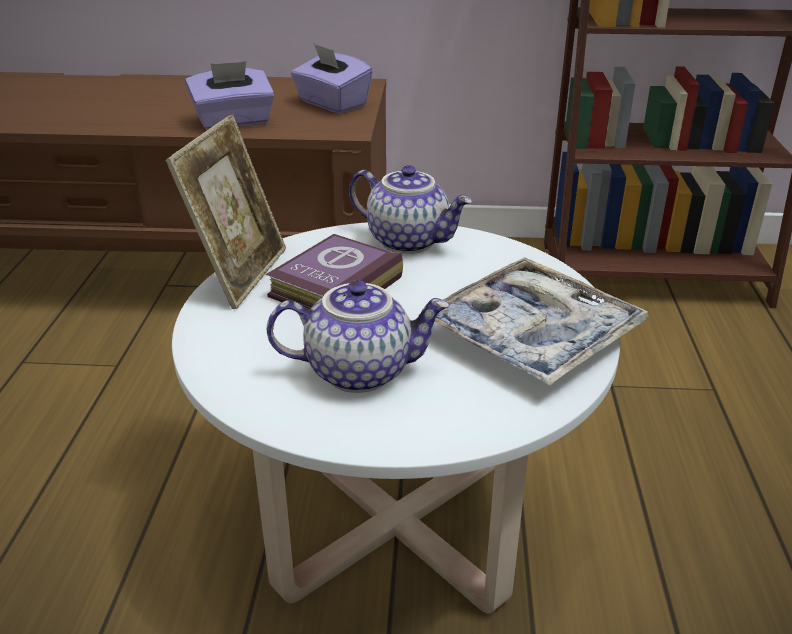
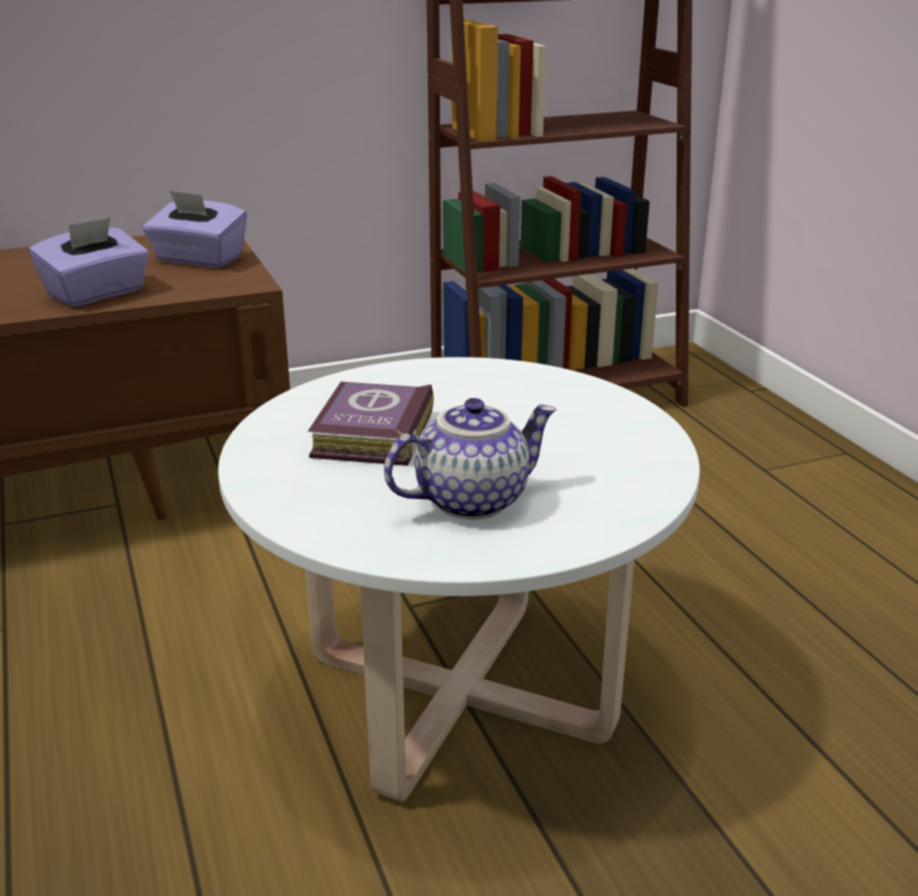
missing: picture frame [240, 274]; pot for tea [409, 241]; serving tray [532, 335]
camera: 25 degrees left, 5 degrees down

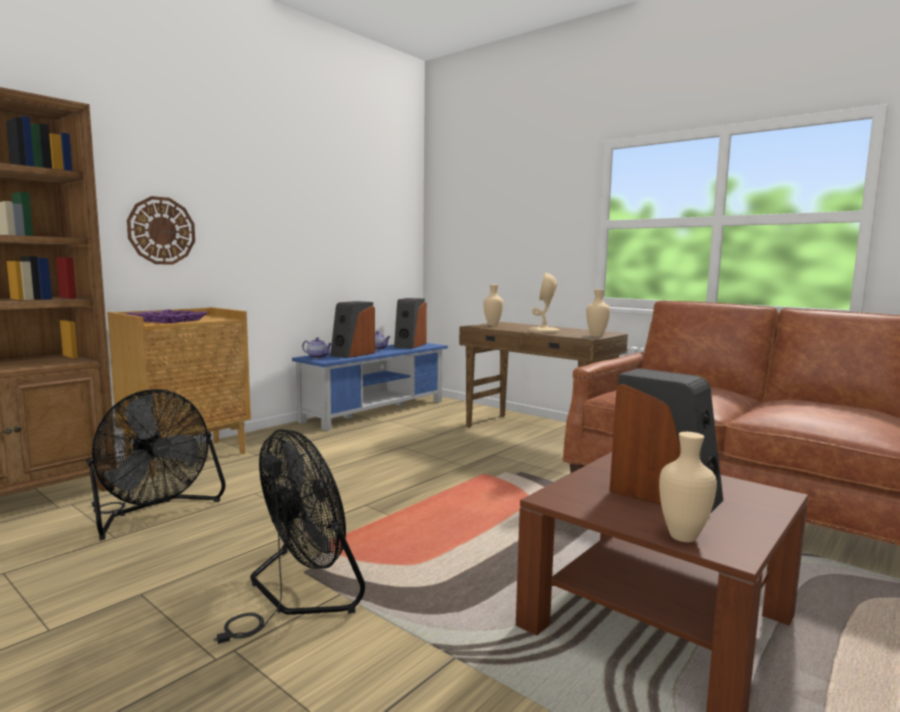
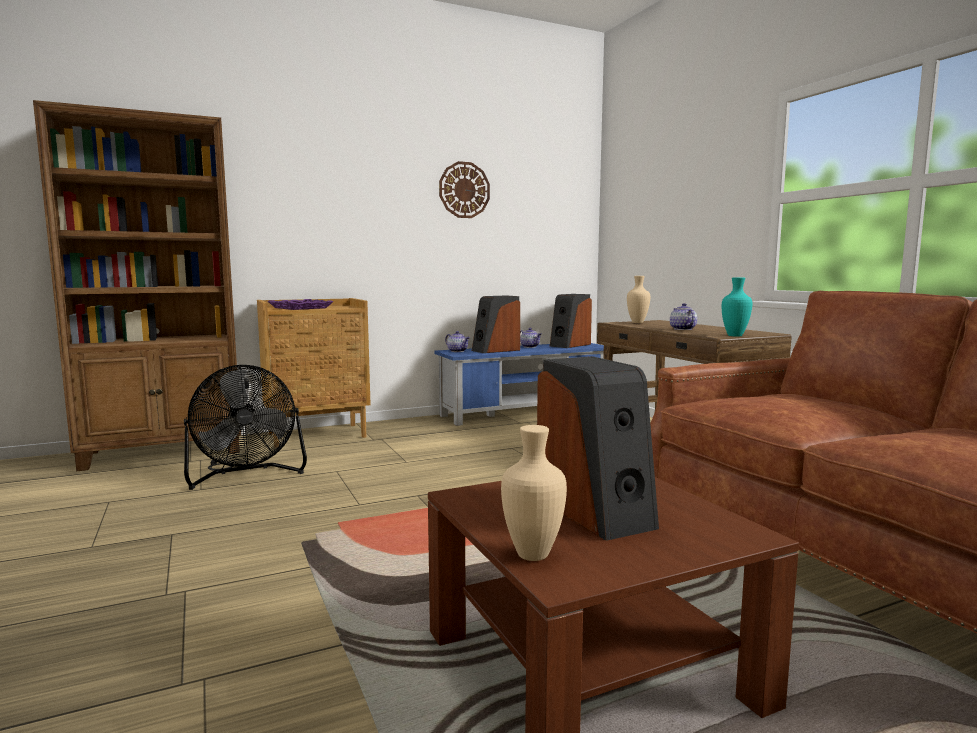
missing: black fan [290, 592]
relocated: hanging clock [161, 231] to [464, 190]
exchanged: beige-coloured tabletop lamp [544, 331] to pot for tea [682, 329]
colour: beige-coloured decorative vase [597, 336] to turquoise-coloured decorative vase [736, 336]
camera: 25 degrees right, 0 degrees up

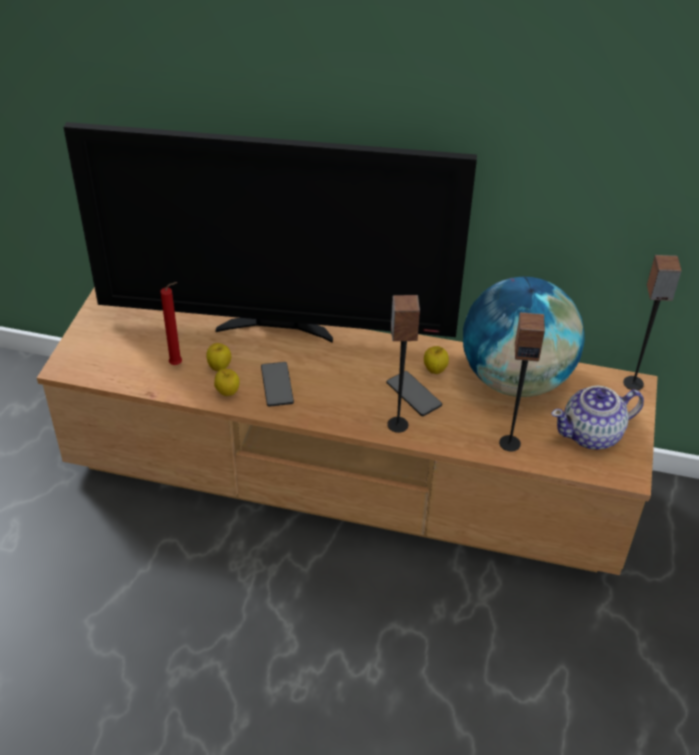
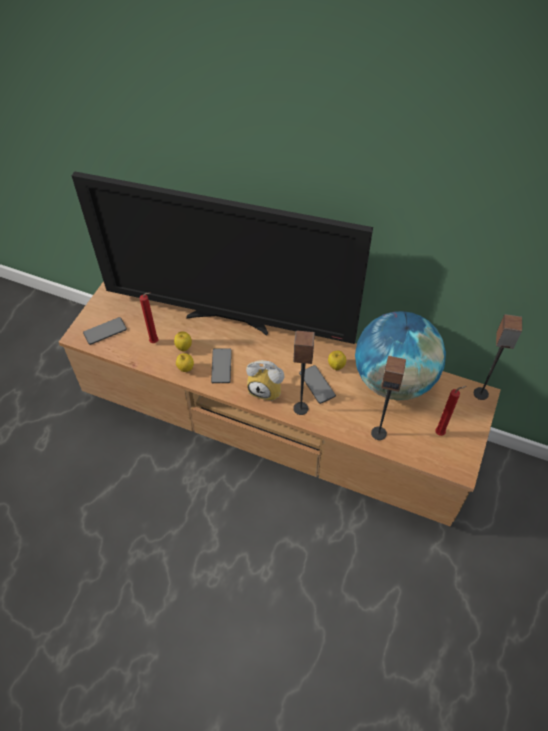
appeared: phone [105, 331]; table clock [267, 389]
exchanged: pot for tea [592, 434] to reddish candle [441, 433]
camera: 10 degrees right, 10 degrees up

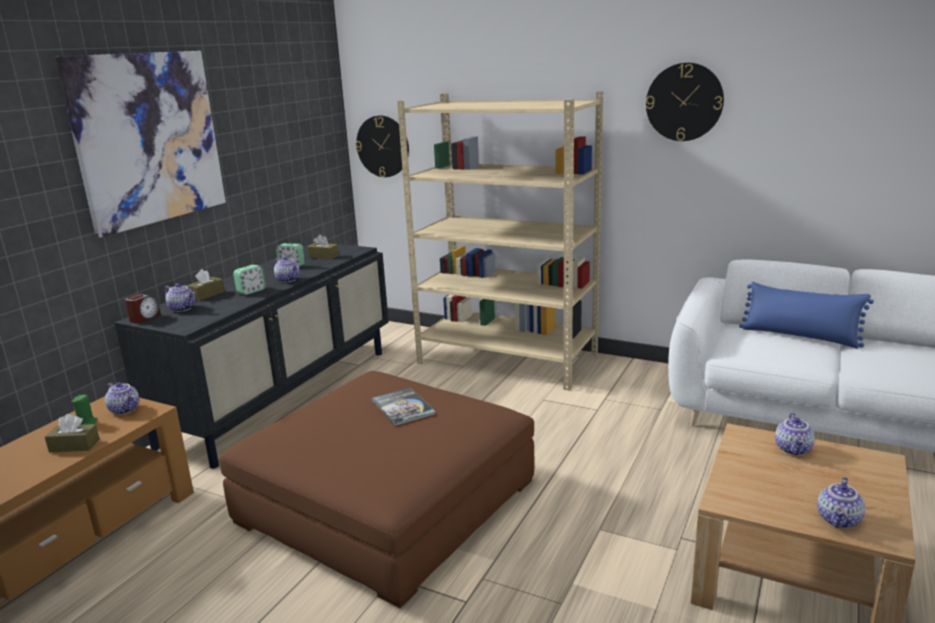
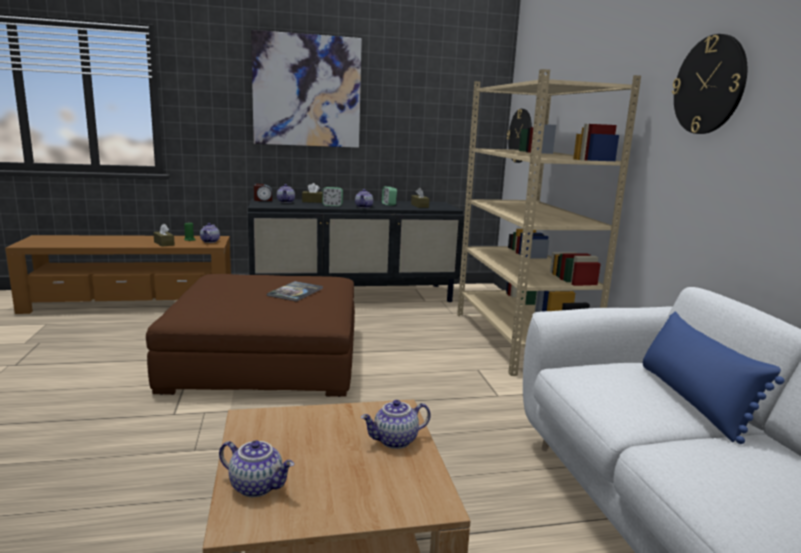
spun: pot for tea [839, 520] = [257, 486] 150 degrees counterclockwise
camera: 50 degrees right, 5 degrees down

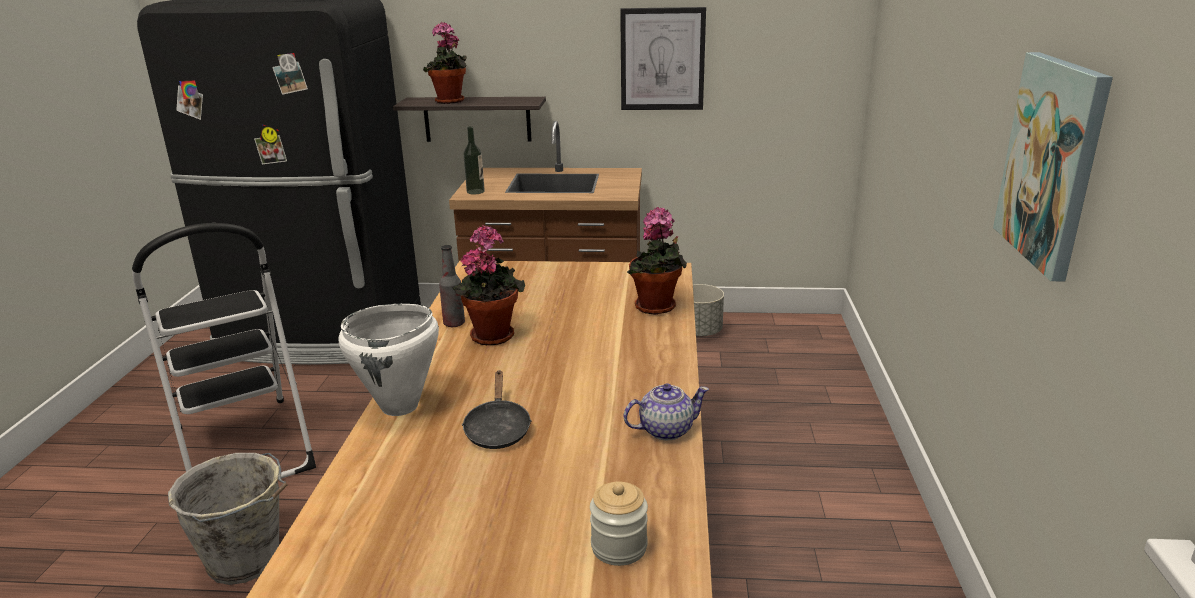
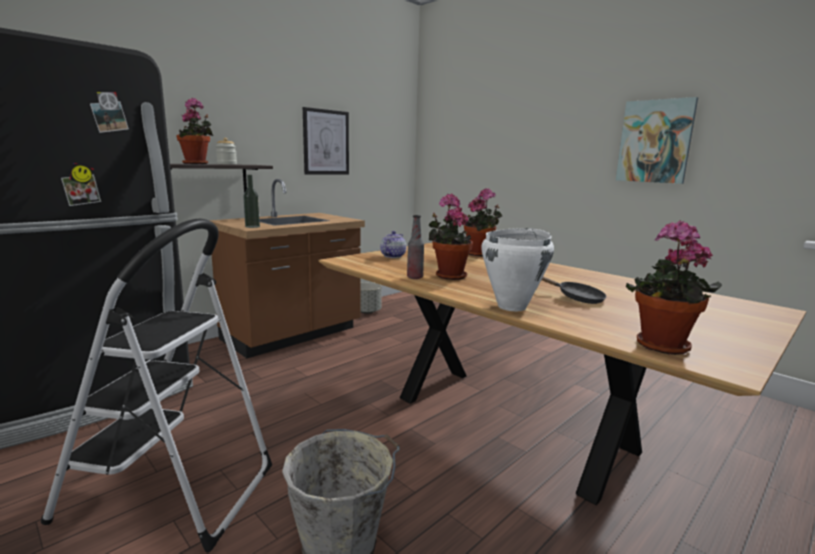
appeared: potted plant [661, 347]
relocated: preserve jar [619, 547] to [227, 164]; pot for tea [665, 430] to [392, 256]
camera: 50 degrees left, 10 degrees down

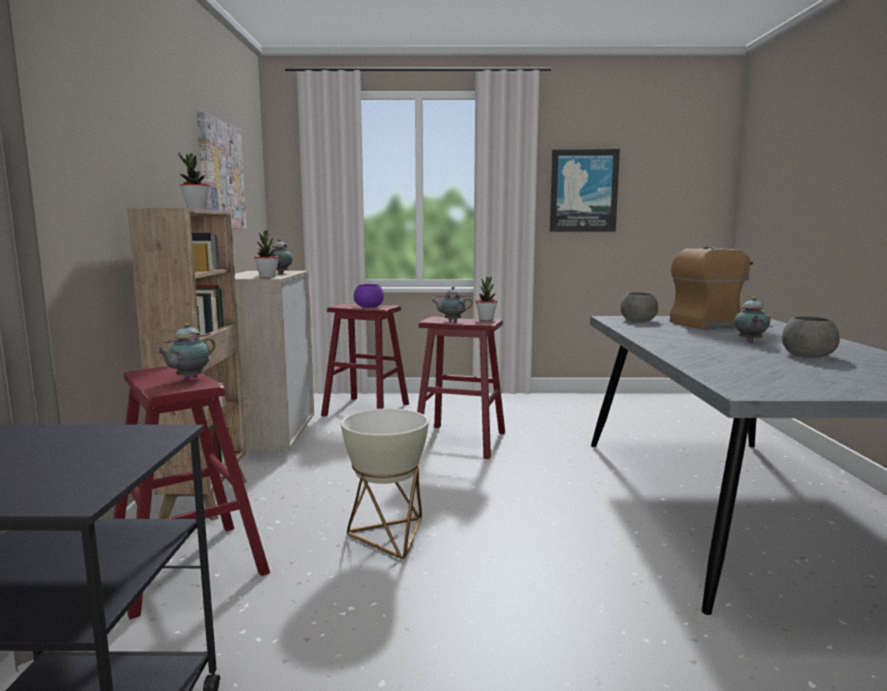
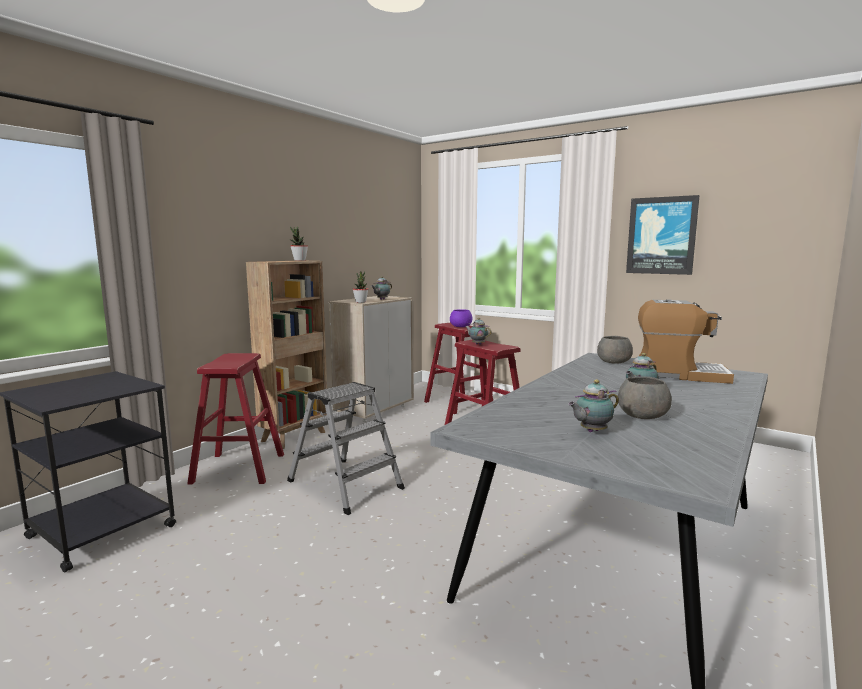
missing: wall picture [220, 175]; potted plant [486, 319]
relocated: pot for tea [189, 379] to [591, 431]
exchanged: plant pot [387, 536] to gray stepladder [344, 484]
camera: 35 degrees right, 0 degrees up

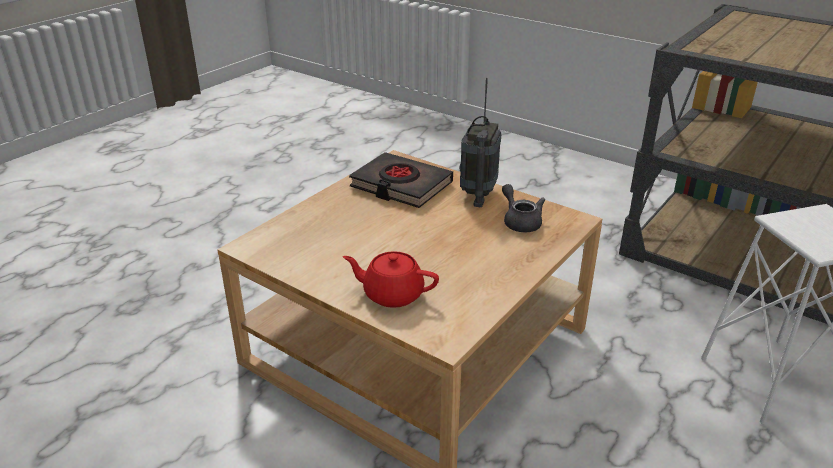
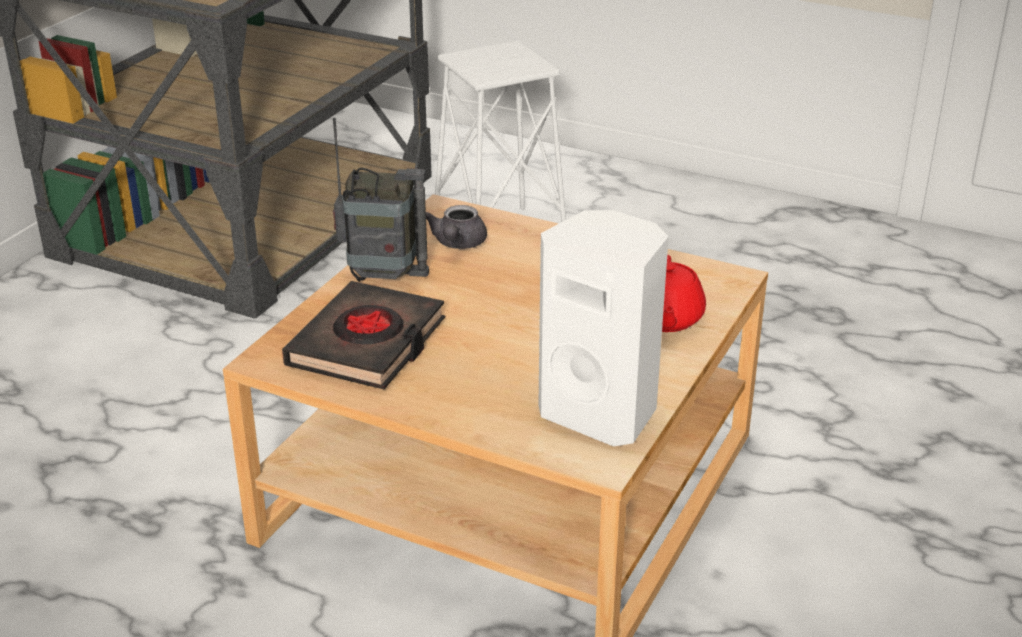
appeared: white-coloured audio speaker [601, 413]
spun: gray pot for tea [520, 221] = [457, 244] 45 degrees counterclockwise
camera: 100 degrees left, 0 degrees up

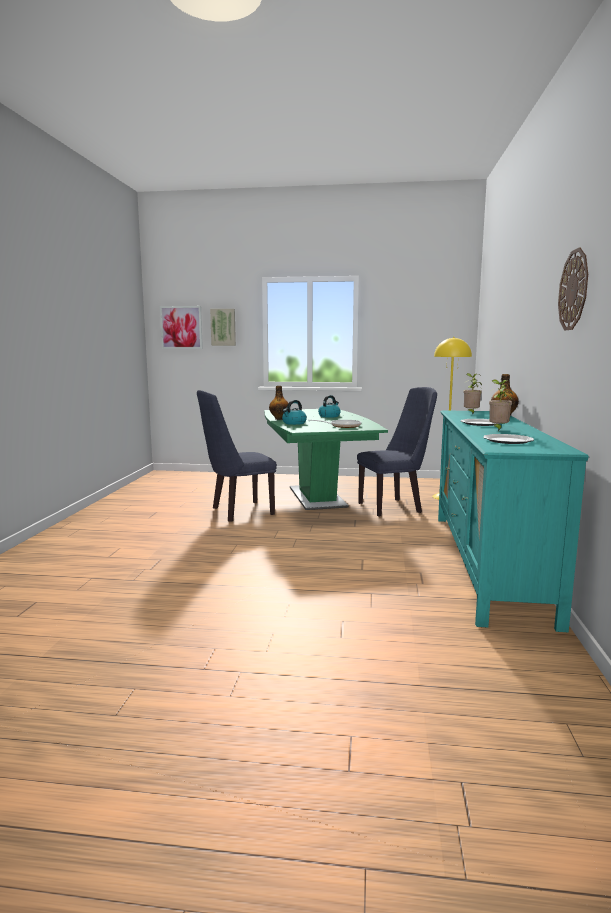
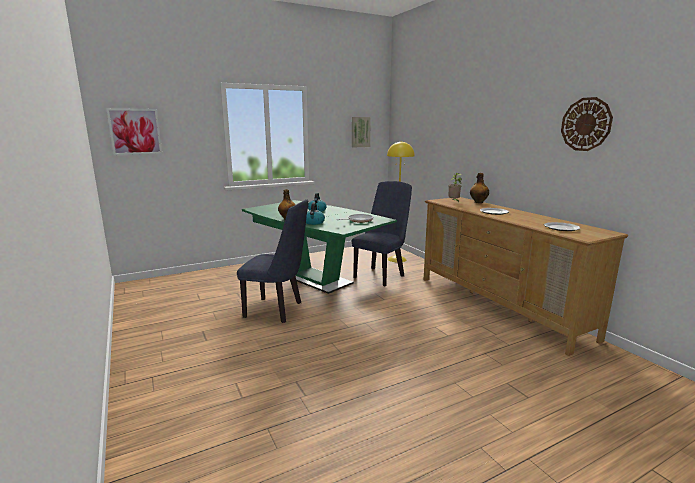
missing: potted plant [498, 430]
relocated: wall picture [223, 327] to [360, 132]
colour: turquoise-coloured chest of drawers [486, 562] to brownish chest of drawers [498, 306]
spun: blue-coloured plain chair [237, 512] = [278, 310] 105 degrees counterclockwise
camera: 35 degrees left, 5 degrees up

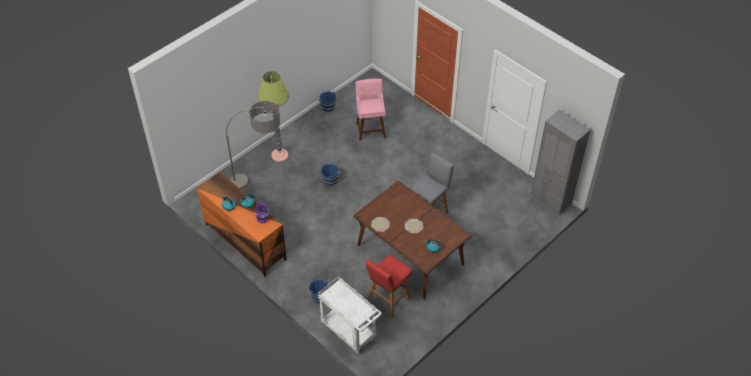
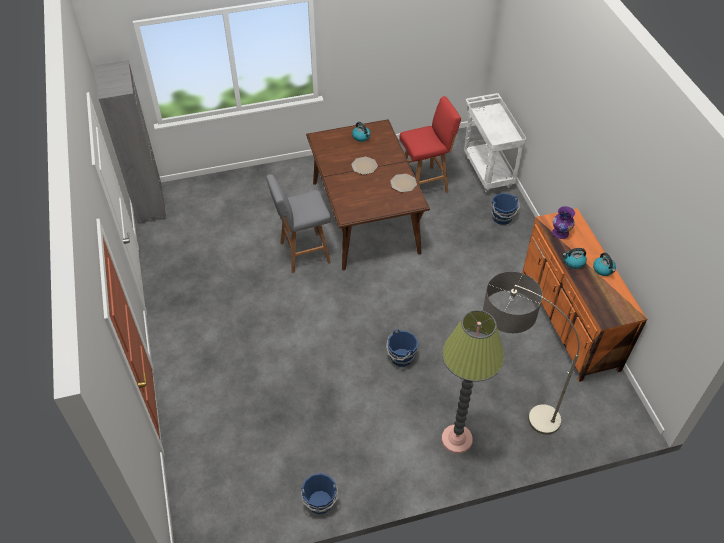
missing: pink plain chair [370, 129]
camera: 150 degrees left, 0 degrees up

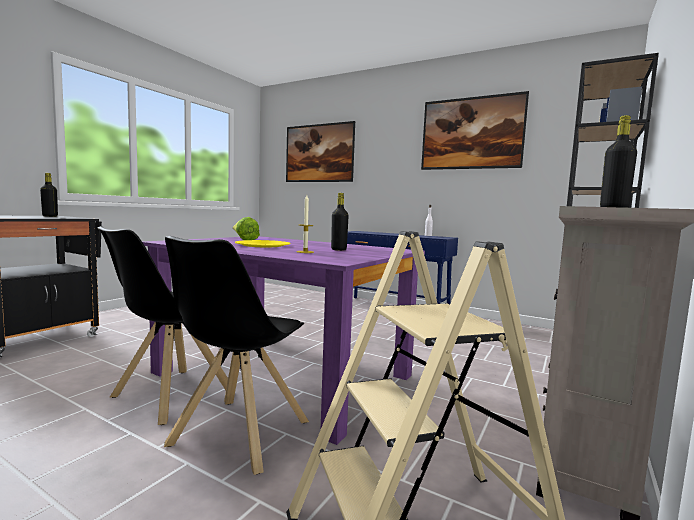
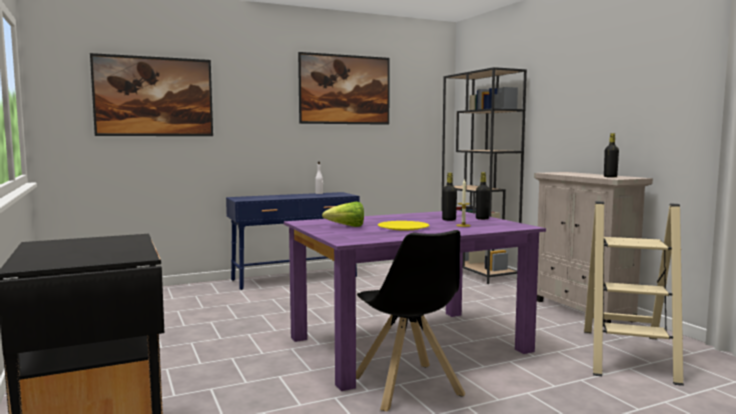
missing: black plain chair [237, 434]
relocated: black beverage bottle [50, 216] to [482, 219]
camera: 55 degrees left, 0 degrees up

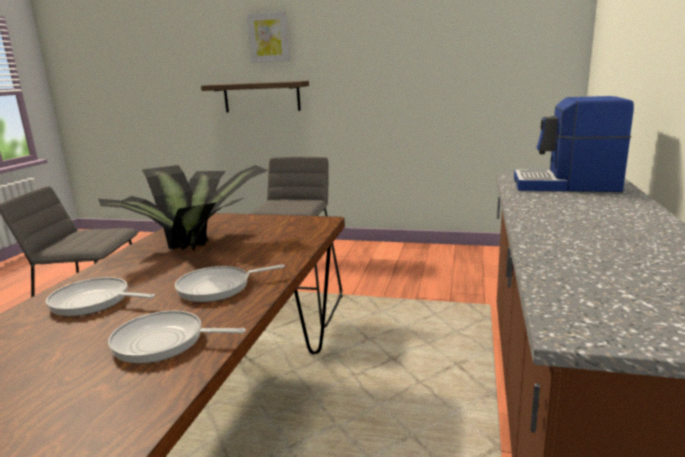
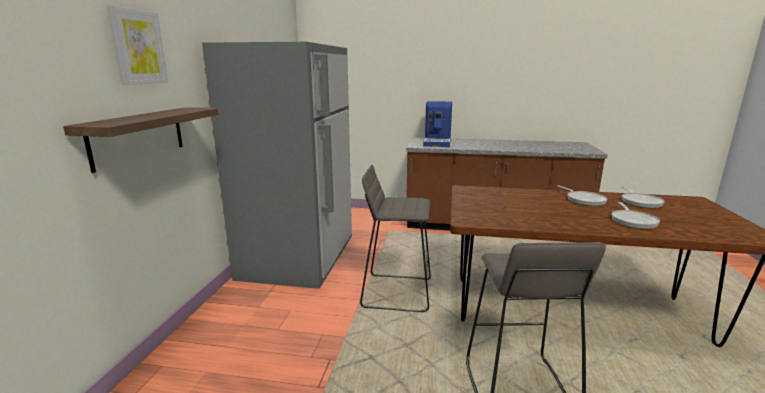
missing: potted plant [194, 241]
appeared: gray fridge [300, 255]
camera: 95 degrees left, 0 degrees up

